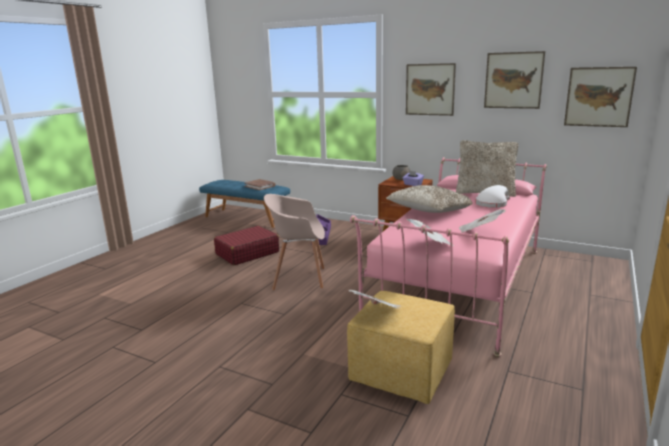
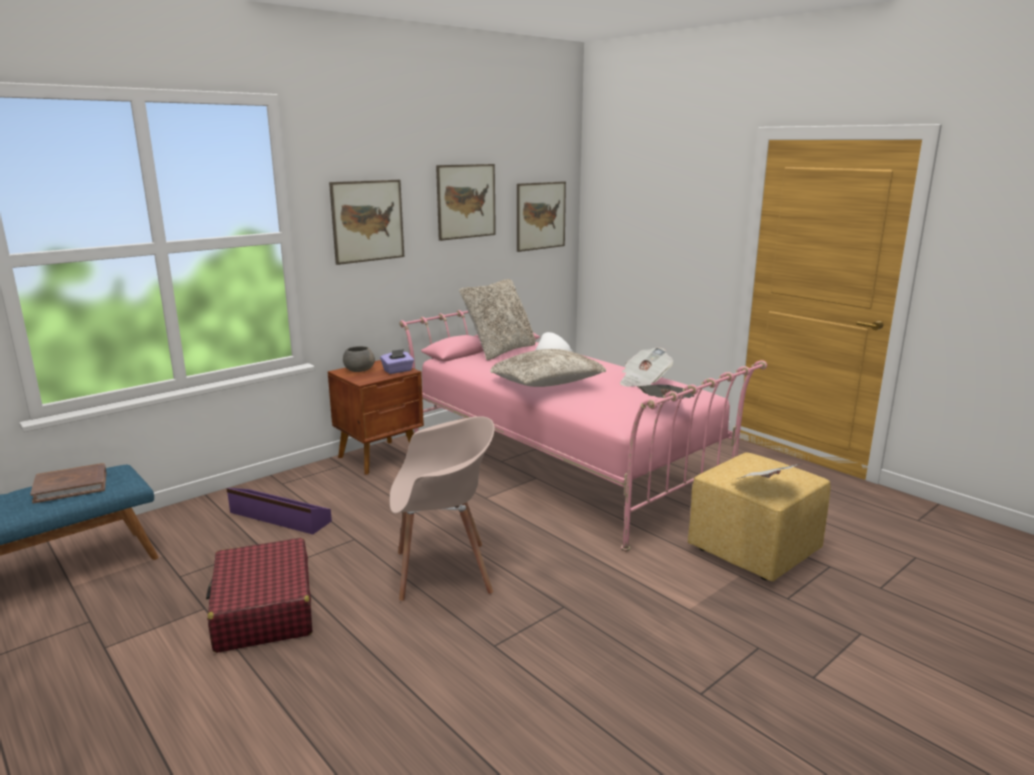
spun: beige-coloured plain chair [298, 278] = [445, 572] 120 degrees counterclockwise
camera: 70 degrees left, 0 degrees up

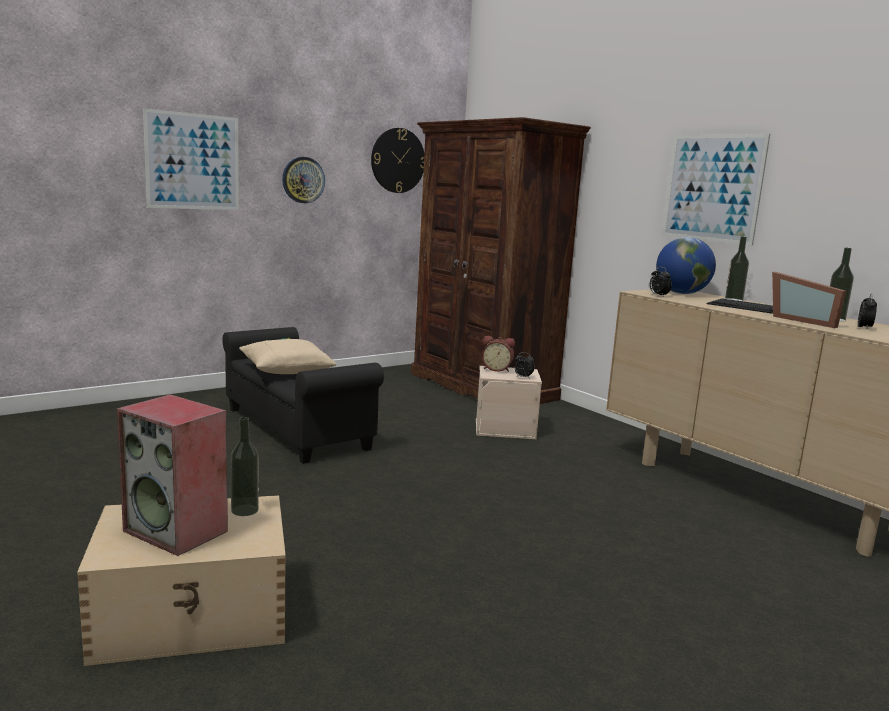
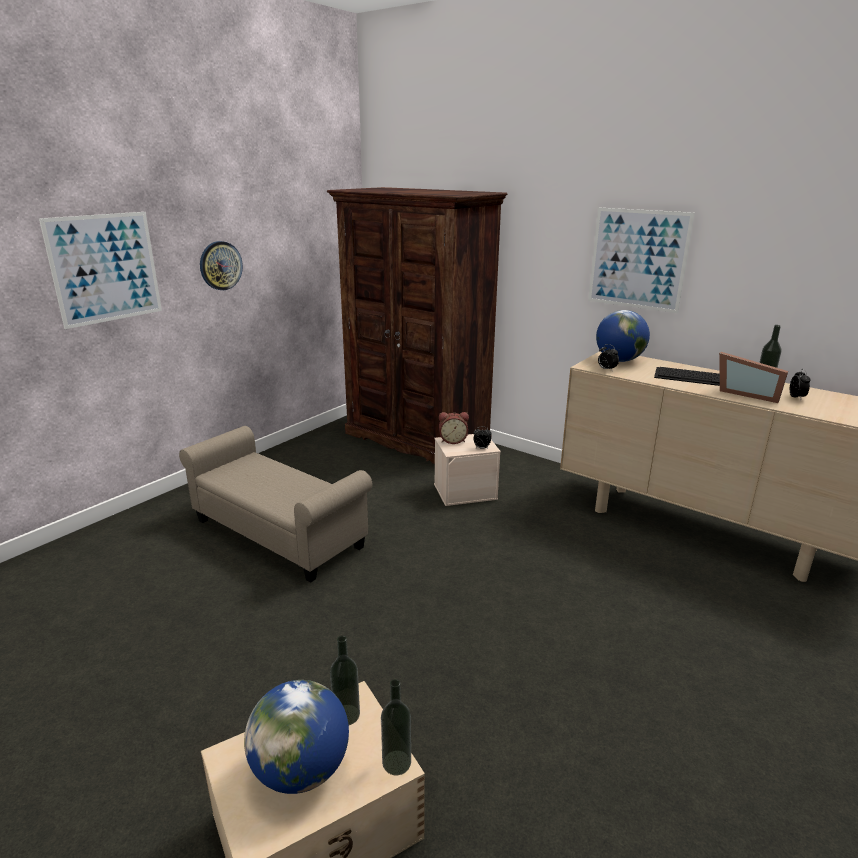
missing: beige-coloured pillow [287, 371]; hanging clock [397, 160]
relocated: beverage bottle [734, 300] to [396, 762]
exchanged: audio speaker [178, 531] to world globe [301, 770]
colour: black pouffe [296, 428] to beige-coloured pouffe [278, 533]
camera: 15 degrees left, 10 degrees up

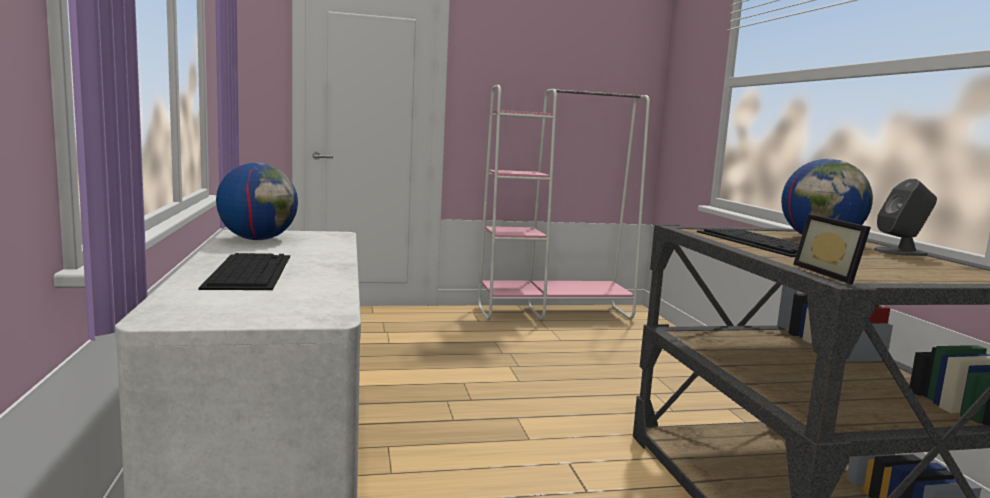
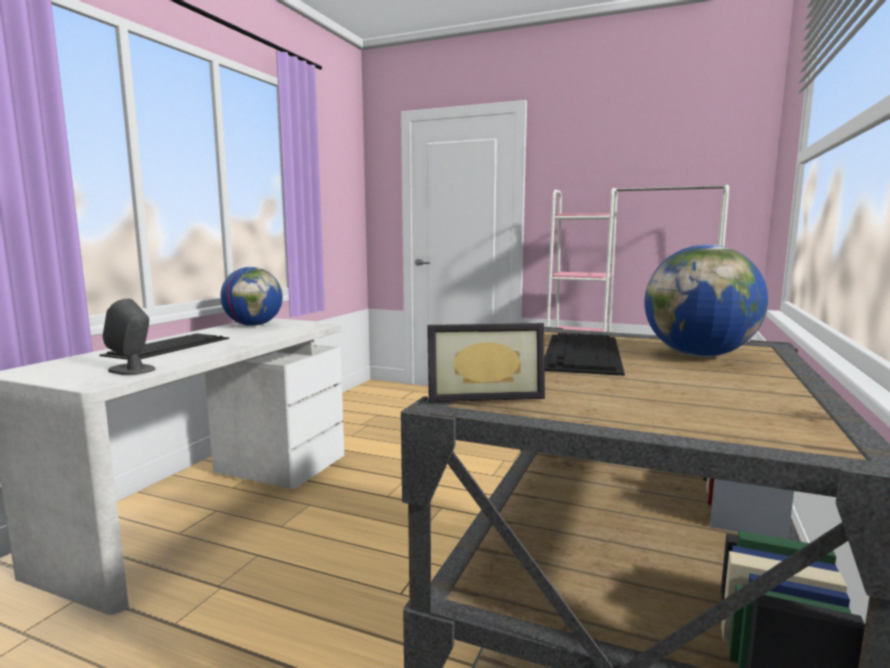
relocated: gray audio speaker [901, 252] to [132, 370]
spun: picture frame [833, 274] = [484, 395] 120 degrees counterclockwise
camera: 35 degrees right, 0 degrees up

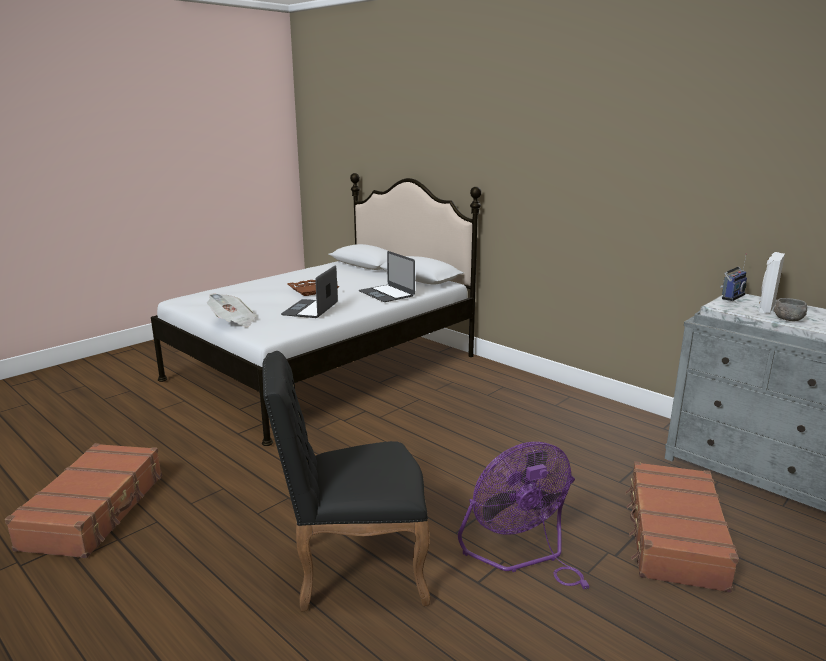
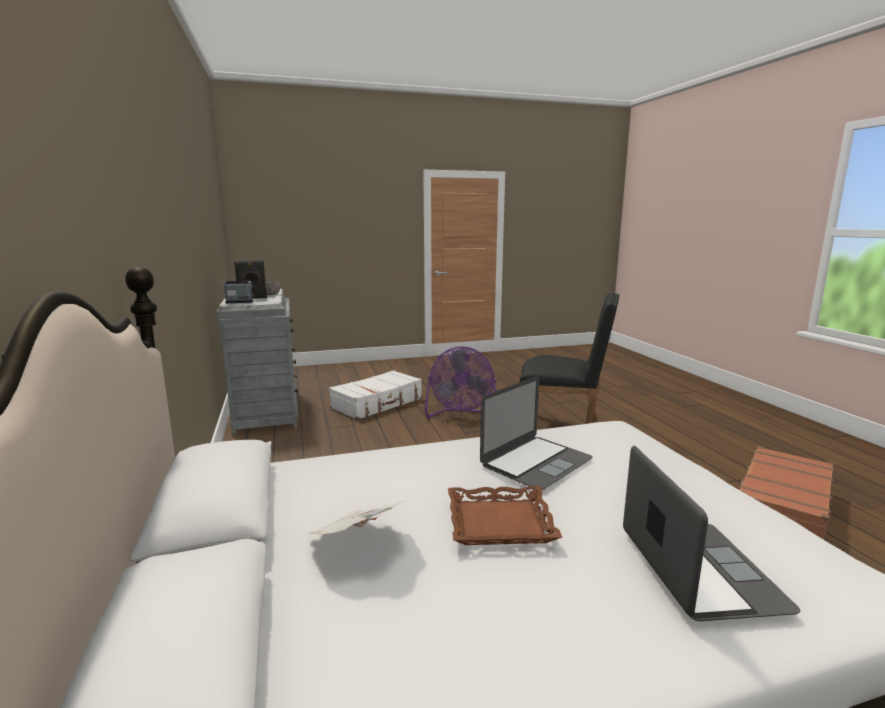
relocated: printed paper [233, 322] to [359, 541]; portable computer [386, 293] to [699, 568]
colour: brownish travel case [673, 536] to white-coloured travel case [378, 403]; white-coloured audio speaker [765, 308] to black audio speaker [252, 298]
camera: 150 degrees left, 5 degrees down

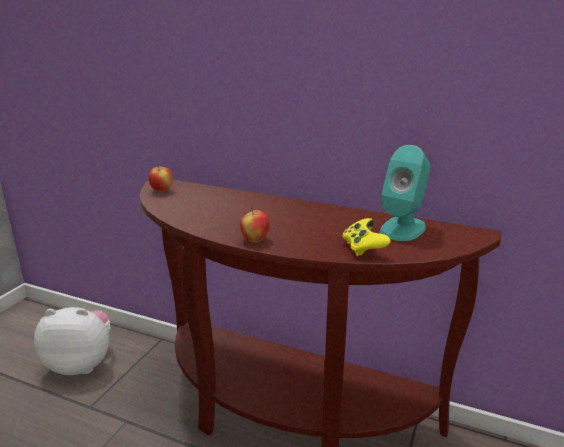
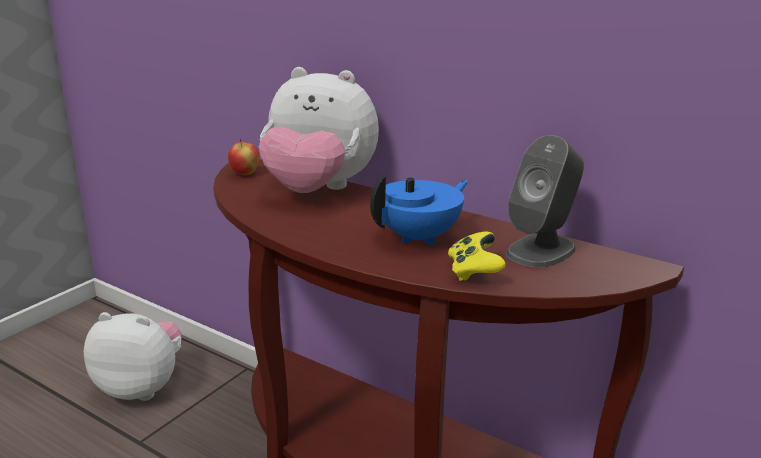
missing: apple fruit [255, 240]
appeared: plush toy [318, 191]; blue-coloured pot for tea [419, 237]
colour: turquoise-coloured audio speaker [403, 228] to gray audio speaker [541, 250]
camera: 10 degrees right, 0 degrees up

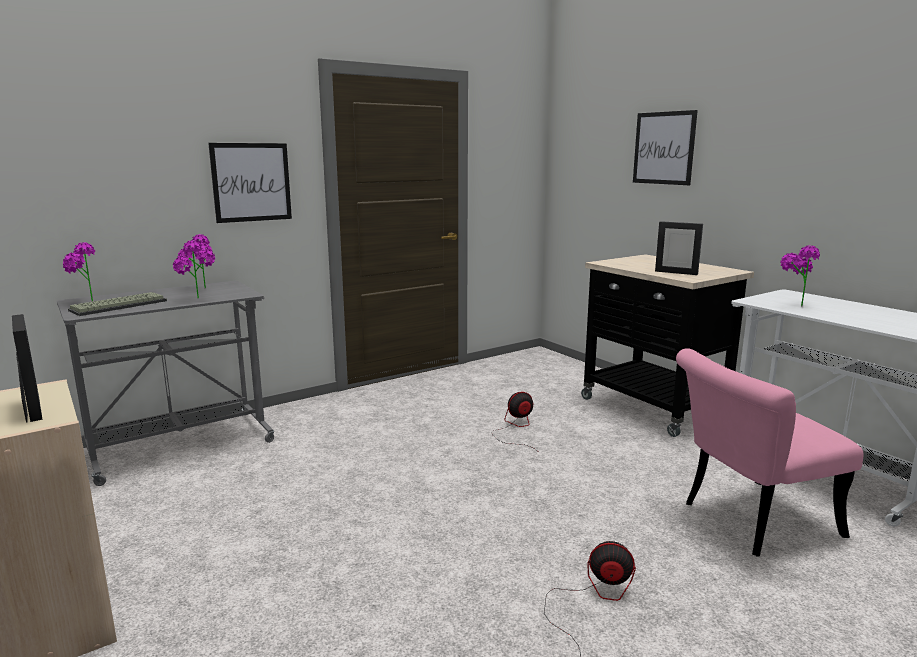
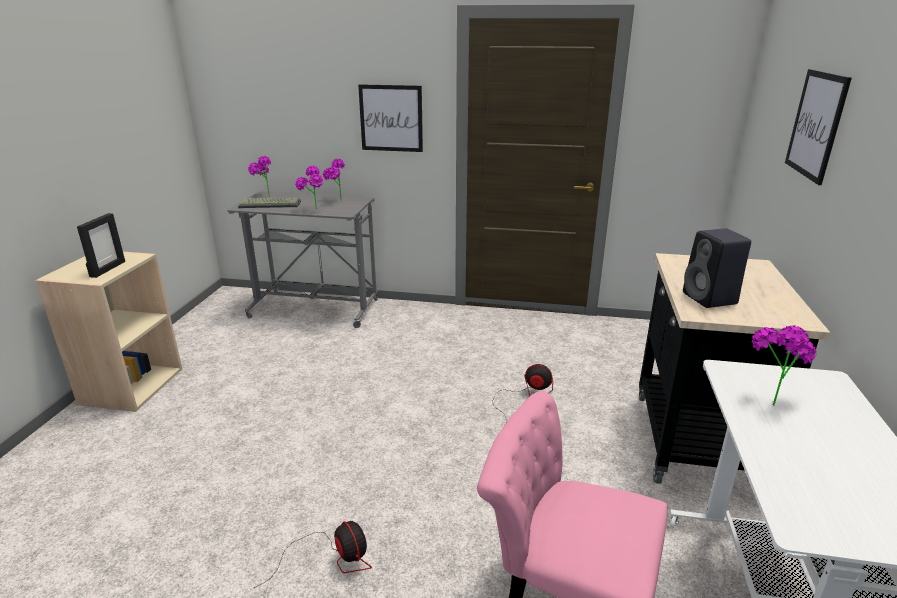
exchanged: picture frame [676, 272] to black audio speaker [711, 299]
camera: 45 degrees right, 10 degrees up

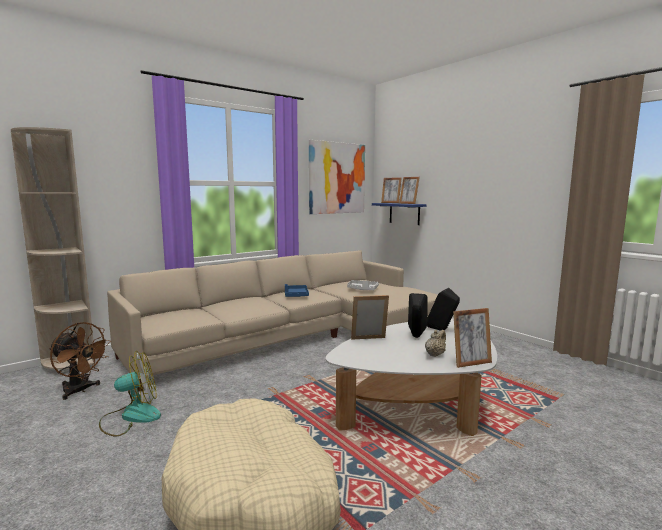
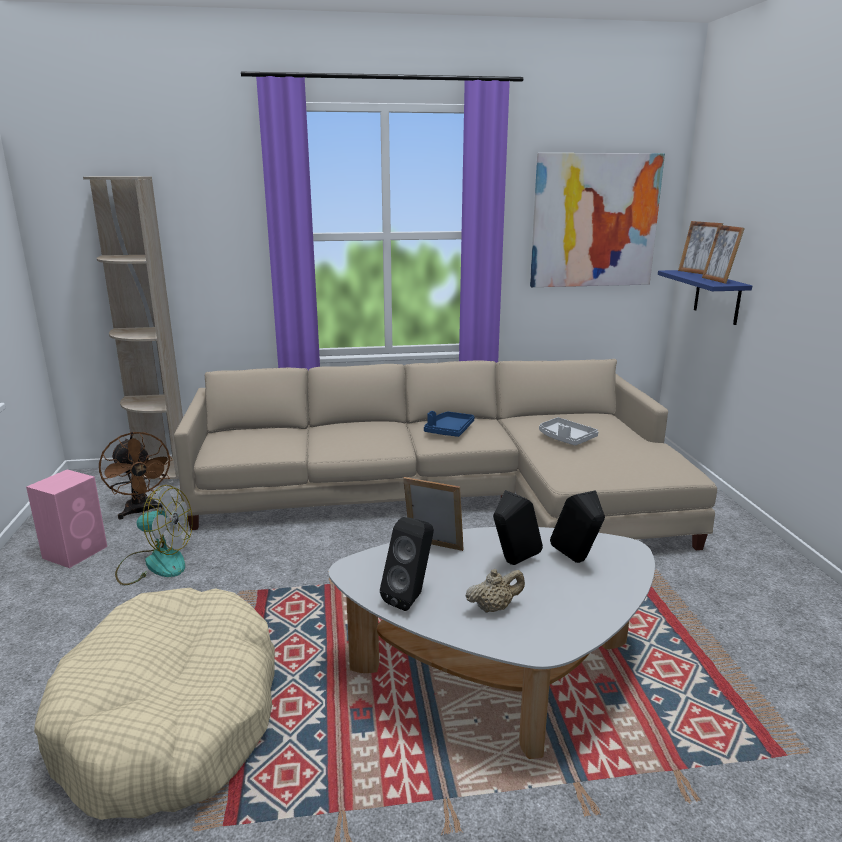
missing: picture frame [471, 362]
appeared: pink audio speaker [76, 551]; black audio speaker [411, 598]
camera: 30 degrees right, 10 degrees up

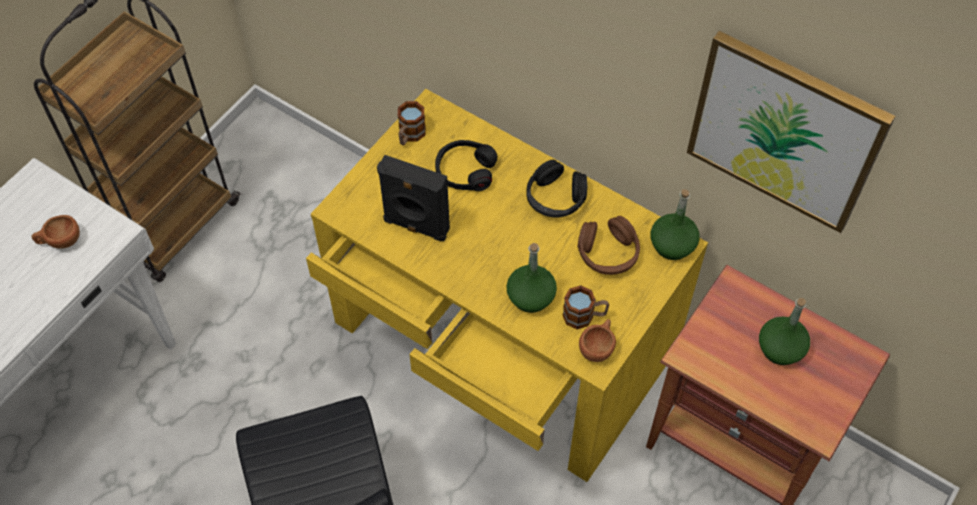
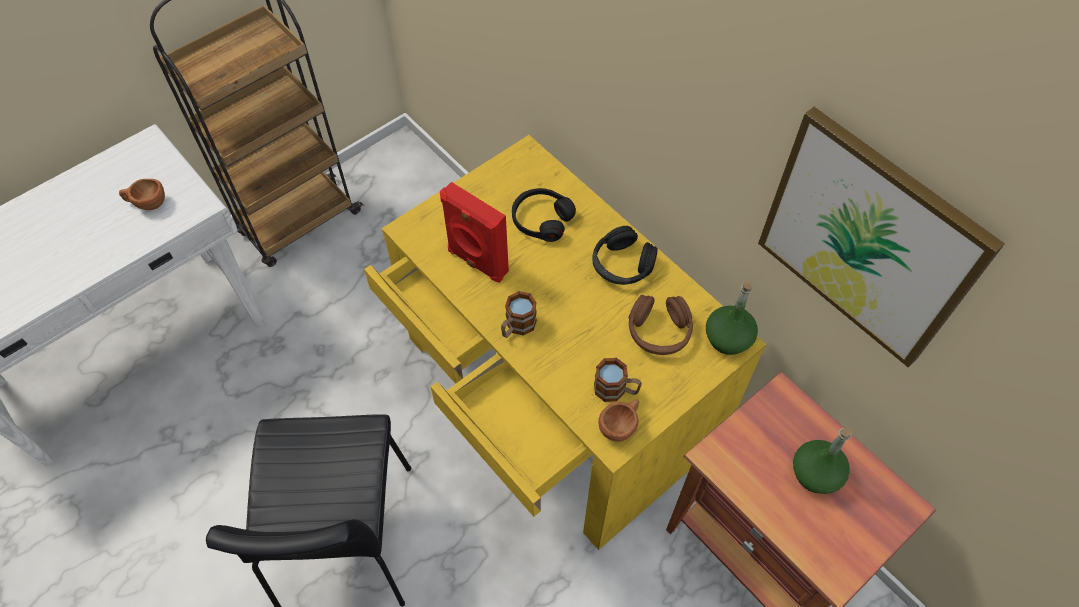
missing: green-coloured beverage bottle [531, 297]
relocated: tea mug [410, 135] to [517, 327]
colour: black audio speaker [415, 226] to reddish audio speaker [476, 262]
camera: 15 degrees right, 0 degrees up

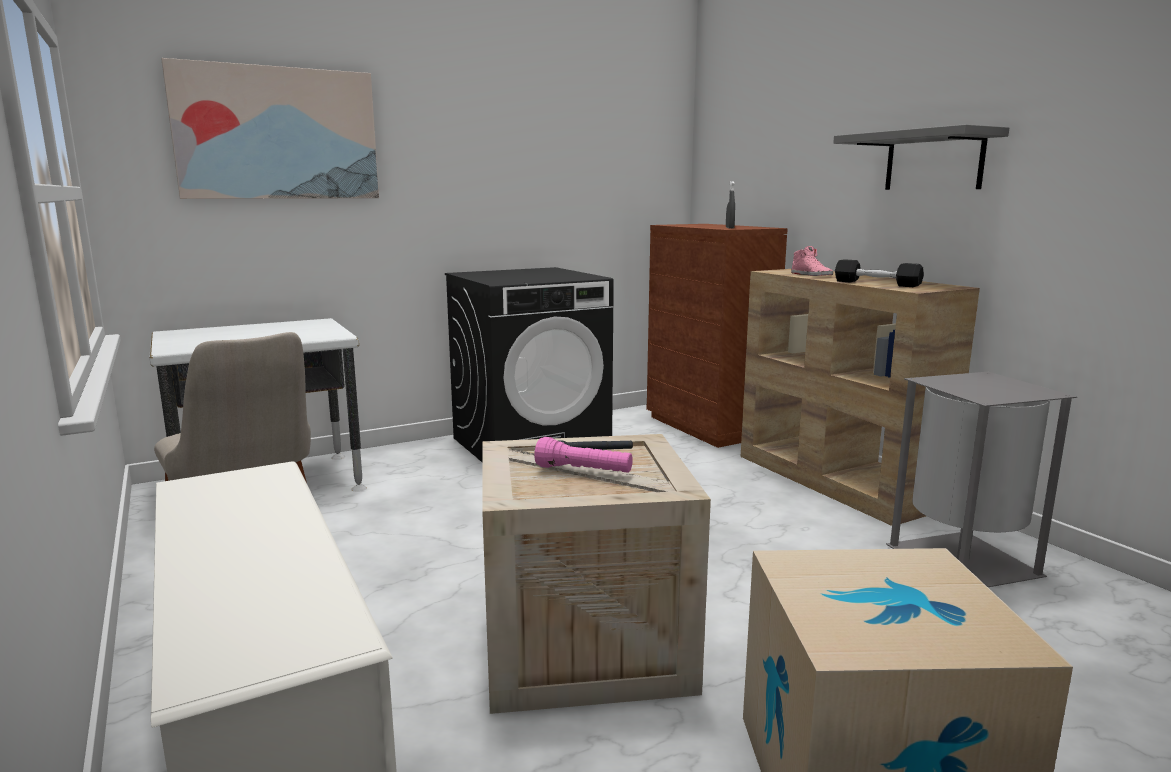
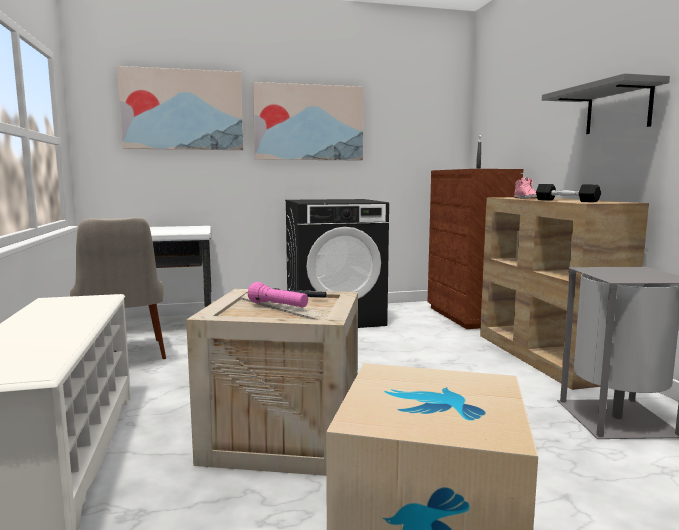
appeared: wall picture [309, 123]
camera: 15 degrees right, 5 degrees down

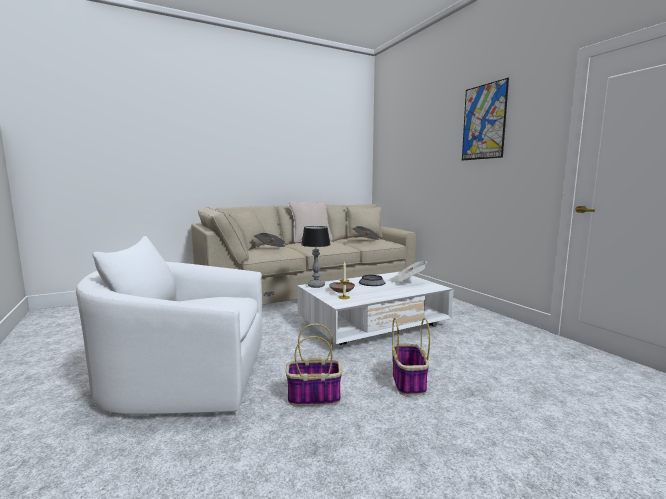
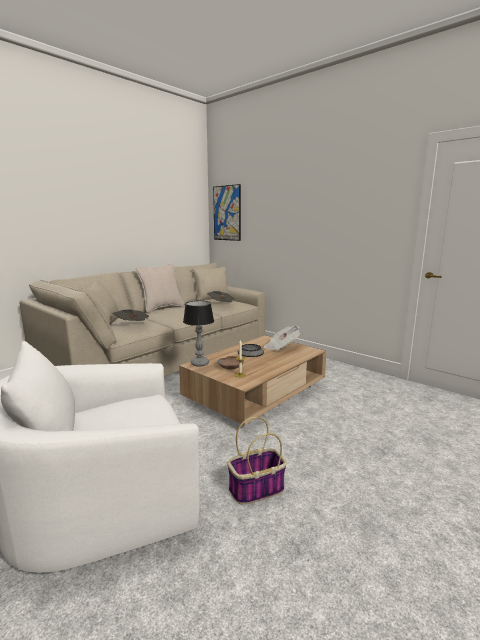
missing: basket [409, 382]
relocated: wall picture [484, 122] to [227, 213]
colour: white-coloured coffee table [373, 324] to brownish coffee table [256, 393]
camera: 20 degrees left, 5 degrees up

